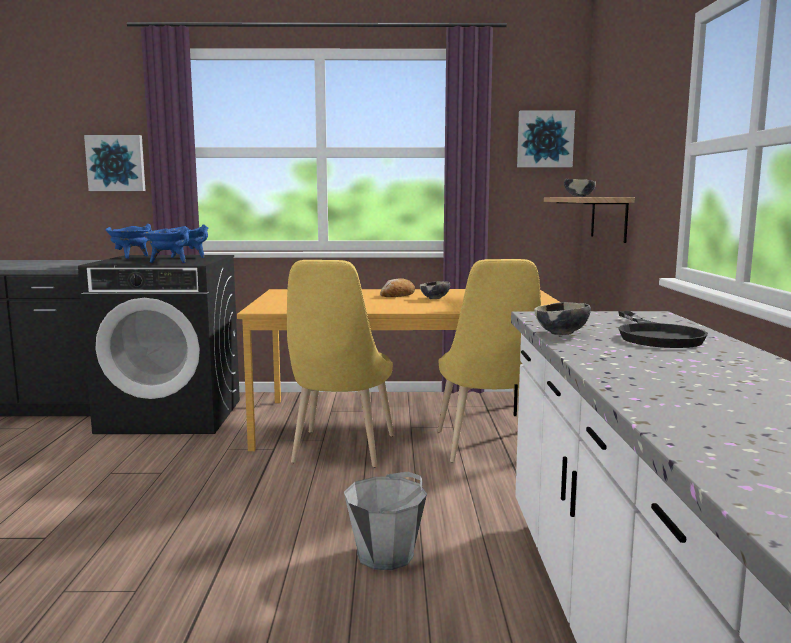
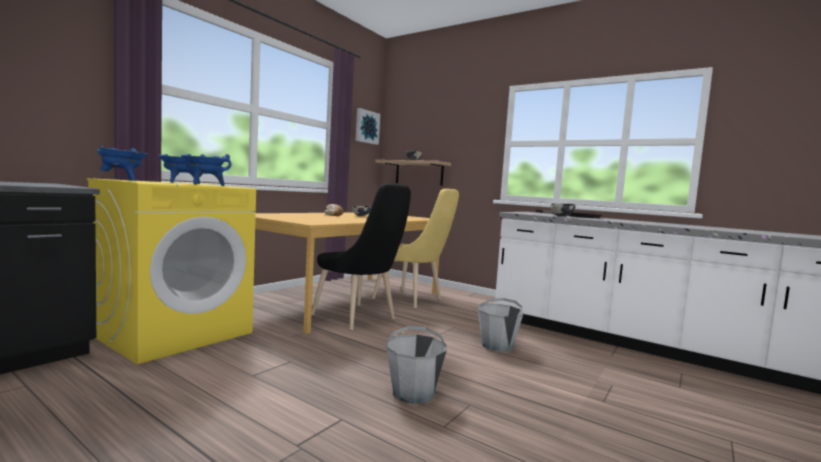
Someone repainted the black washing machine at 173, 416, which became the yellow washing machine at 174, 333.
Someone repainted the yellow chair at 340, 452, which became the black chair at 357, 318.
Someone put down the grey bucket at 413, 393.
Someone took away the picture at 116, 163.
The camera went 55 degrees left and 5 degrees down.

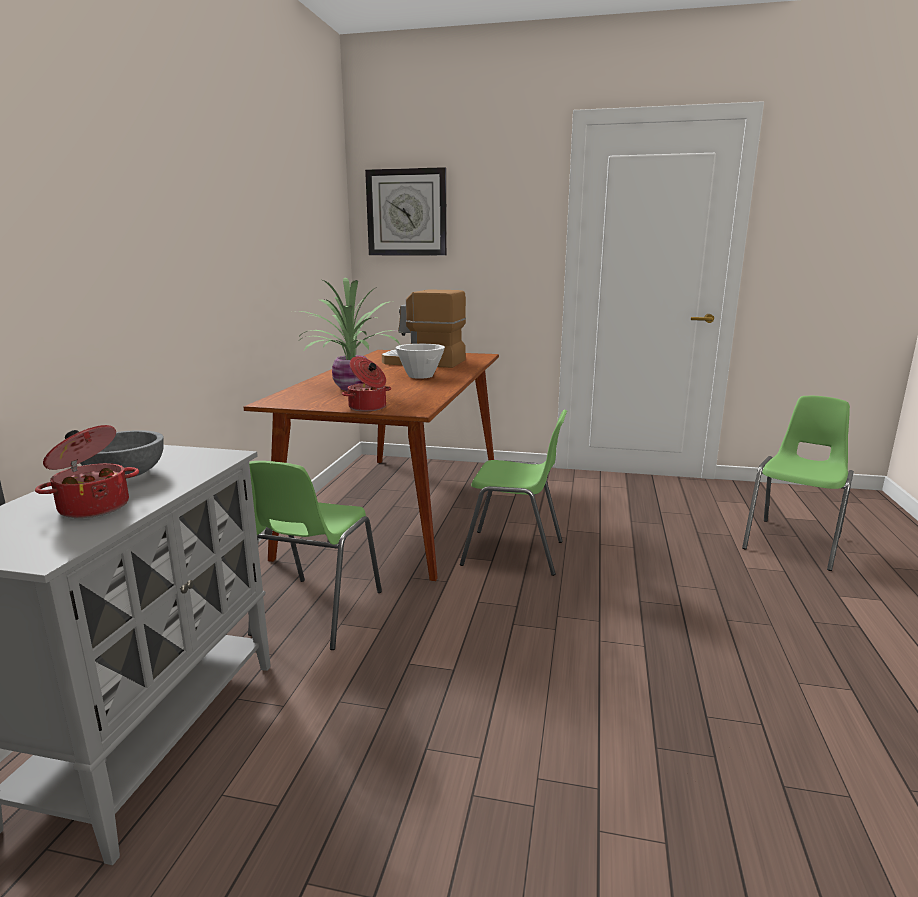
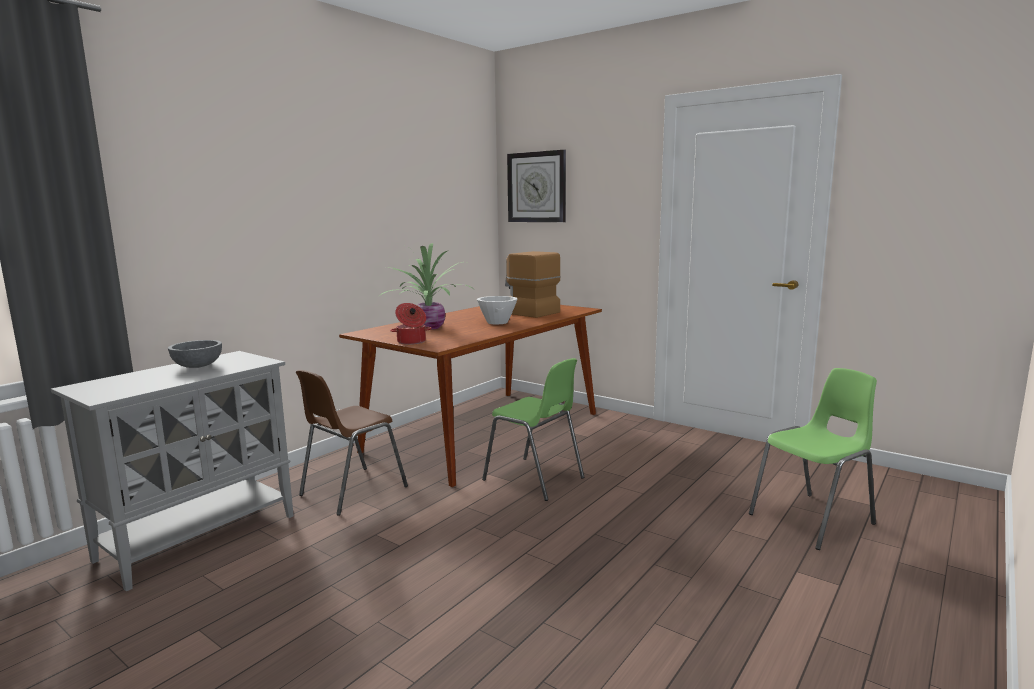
Someone repainted the green chair at 316, 613, which became the brown chair at 352, 491.
Someone took away the cooking pot at 94, 506.
The camera went 25 degrees right and 5 degrees down.

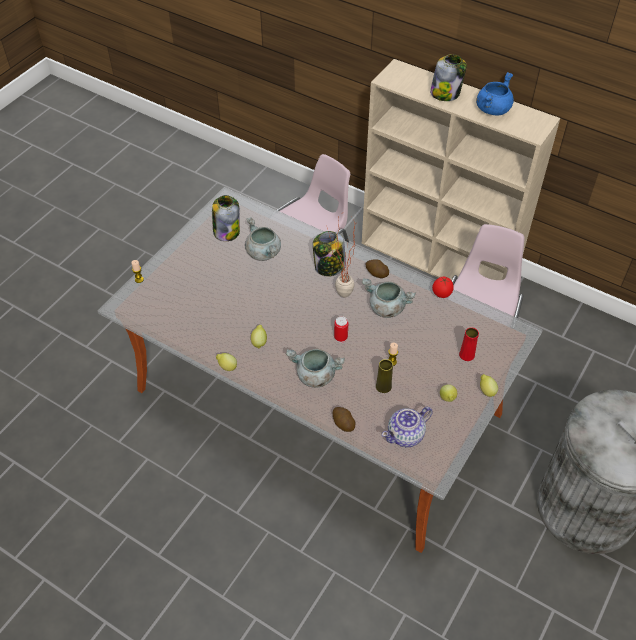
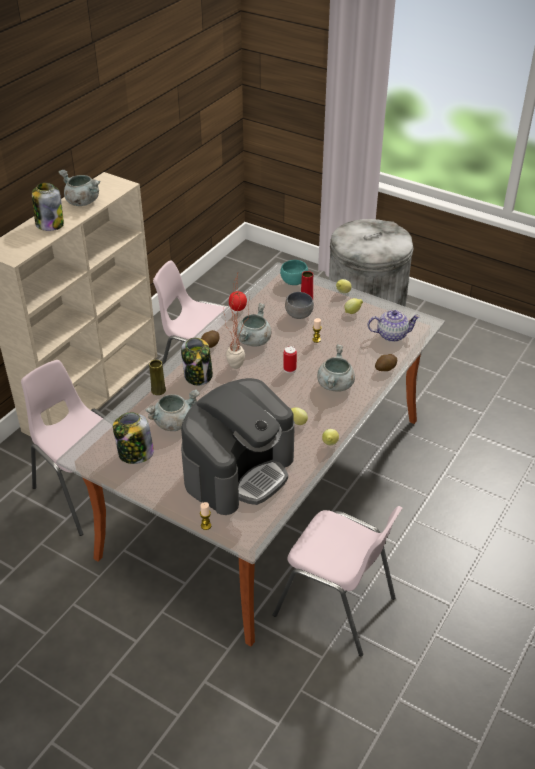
Someone repainted the blue cooking pot at 492, 109, which became the grey cooking pot at 82, 202.
Someone carried the yellow vase from 383, 386 to 158, 390.
Someone put down the coffee machine at 239, 470.
Someone put down the pink chair at 336, 607.
Someone put down the turquoise bowl at 293, 282.
Someone put down the grey bowl at 300, 315.
Someone rotated the teapot at 406, 435 by 60 degrees counterclockwise.
The camera went 90 degrees left and 10 degrees down.

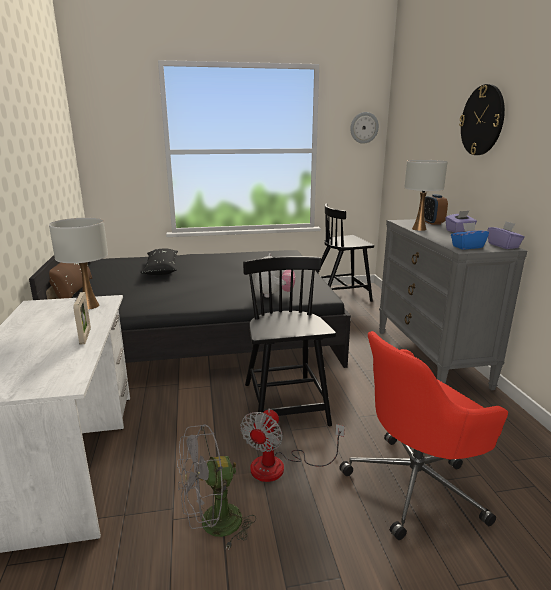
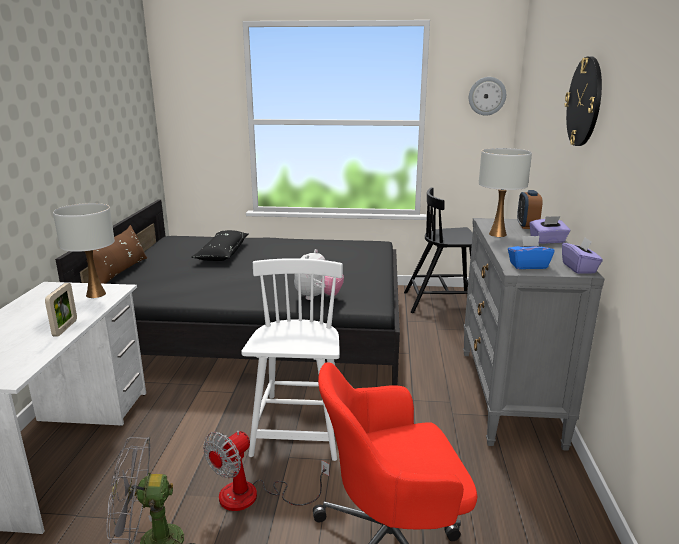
Someone repainted the black chair at 285, 405, which became the white chair at 299, 427.
The camera went 15 degrees right and 0 degrees up.

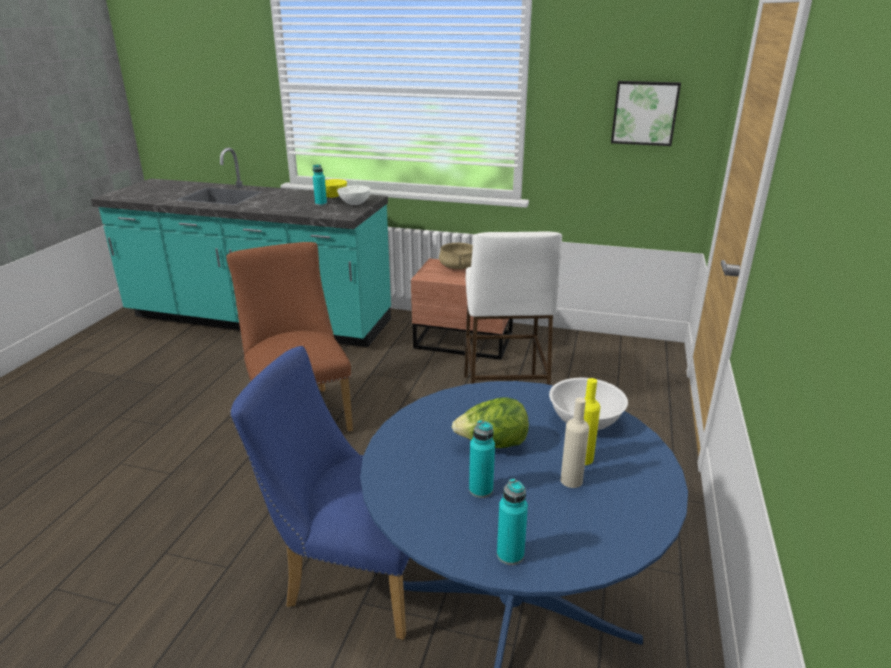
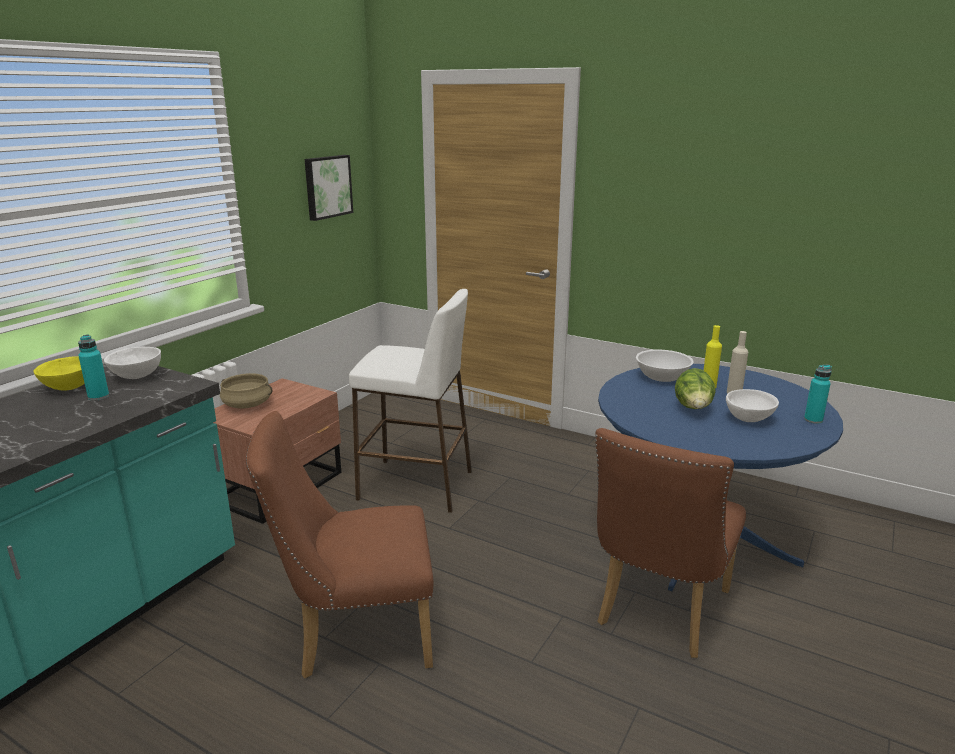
Someone repainted the blue chair at 353, 576, which became the brown chair at 657, 612.
Someone swapped the turquoise bottle at 481, 490 for the white bowl at 749, 419.
The camera went 75 degrees left and 5 degrees down.

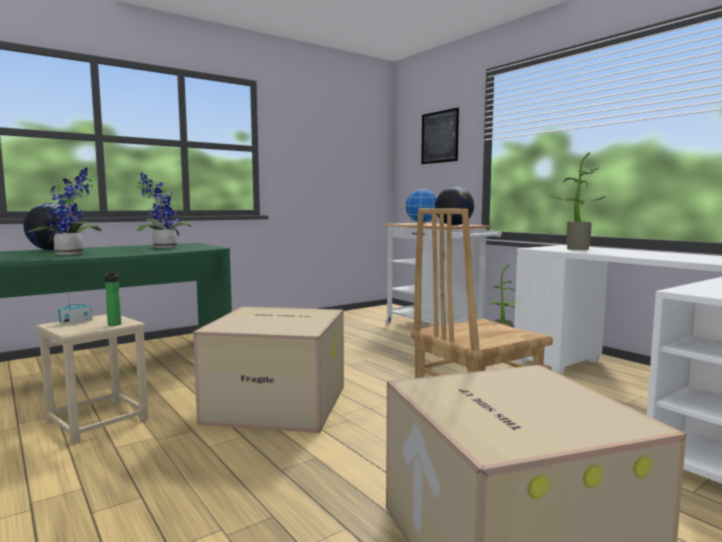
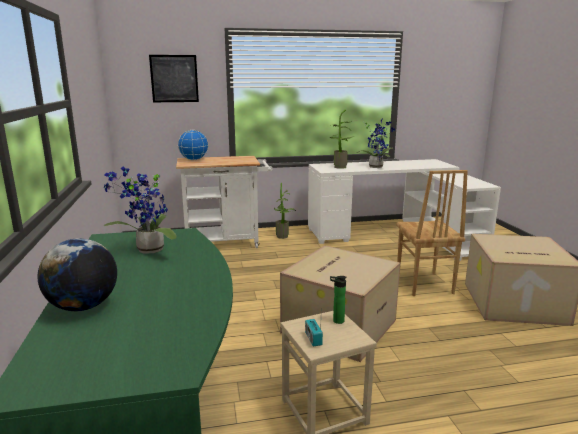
Someone carried the potted plant from 72, 254 to 376, 166.
Someone took away the globe at 453, 225.
The camera went 65 degrees left and 10 degrees up.

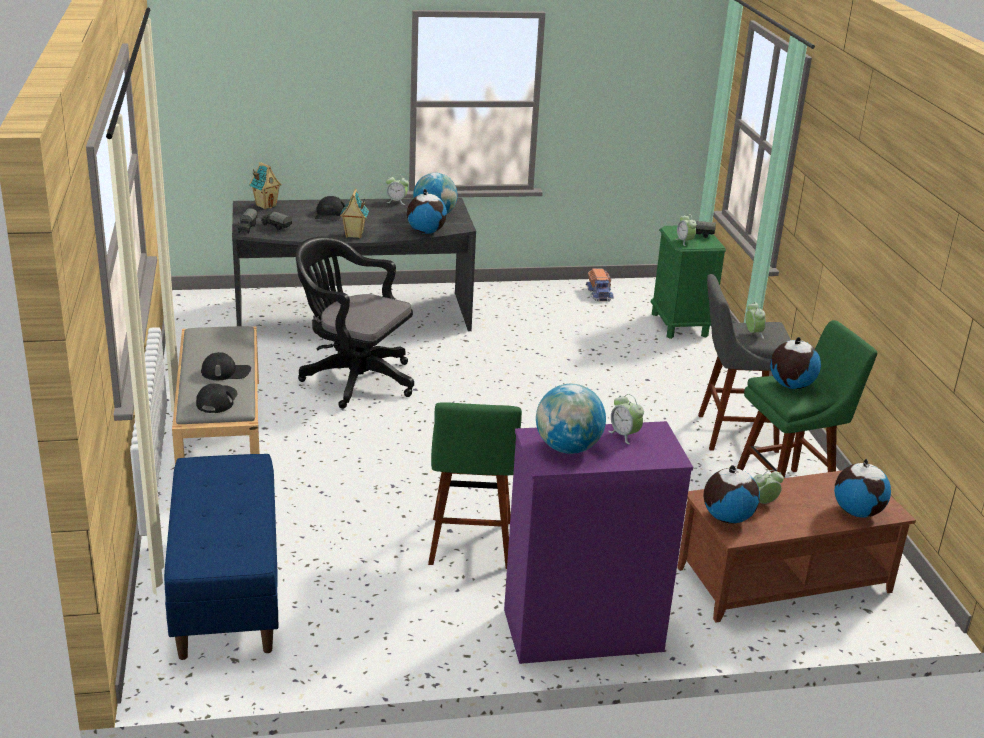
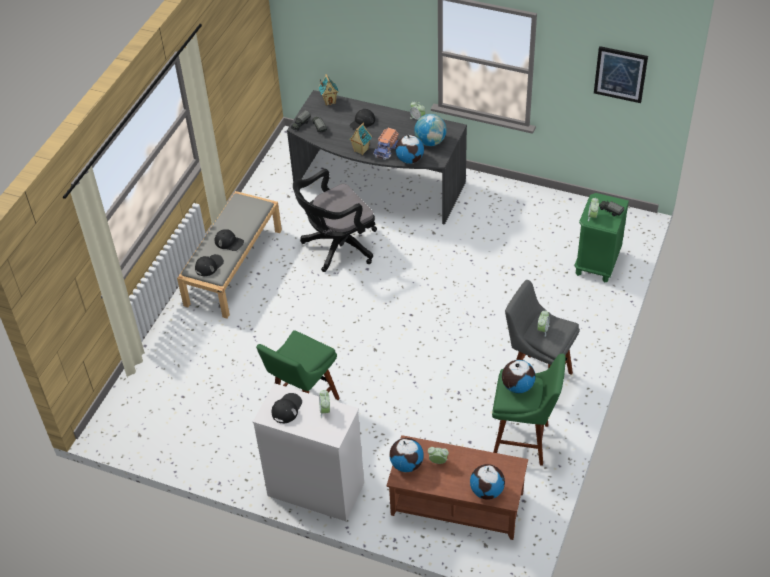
Someone repainted the purple dresser at 581, 630, which became the white dresser at 315, 489.
Someone swapped the globe at 567, 448 for the black cap at 287, 408.
Someone rotated the black office chair at 353, 379 by 90 degrees counterclockwise.
Someone carried the toy truck from 600, 293 to 387, 149.
Someone put up the picture at 620, 74.
Someone took away the blue bench at 226, 590.
The camera went 35 degrees right and 20 degrees up.

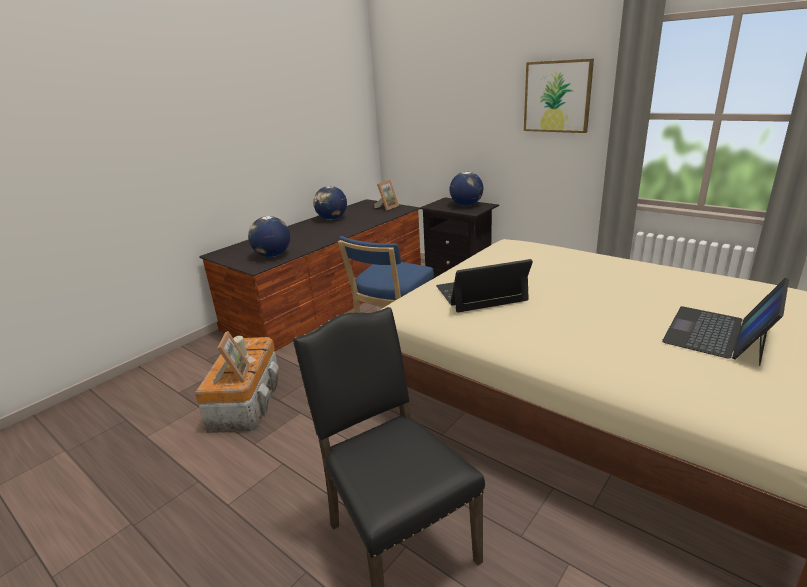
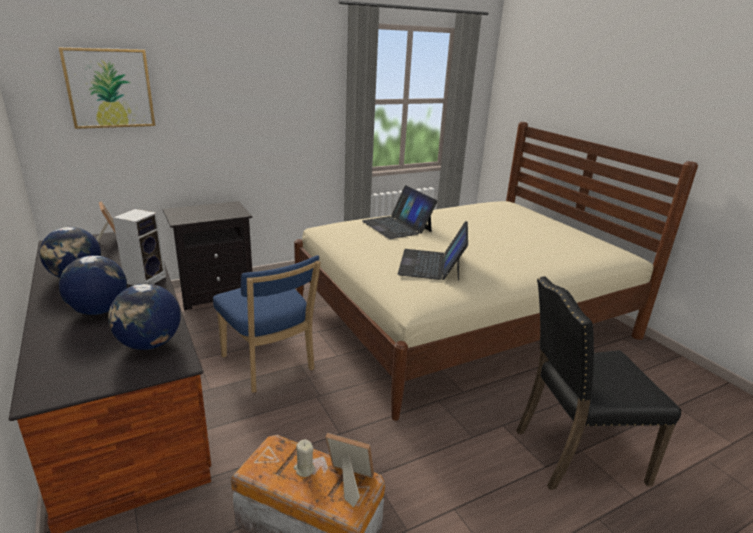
Someone carried the picture from 557, 96 to 109, 88.
Someone carried the globe from 466, 205 to 98, 310.
Someone put down the speaker at 146, 279.
Someone carried the laptop from 719, 334 to 397, 226.
The camera went 70 degrees left and 0 degrees up.

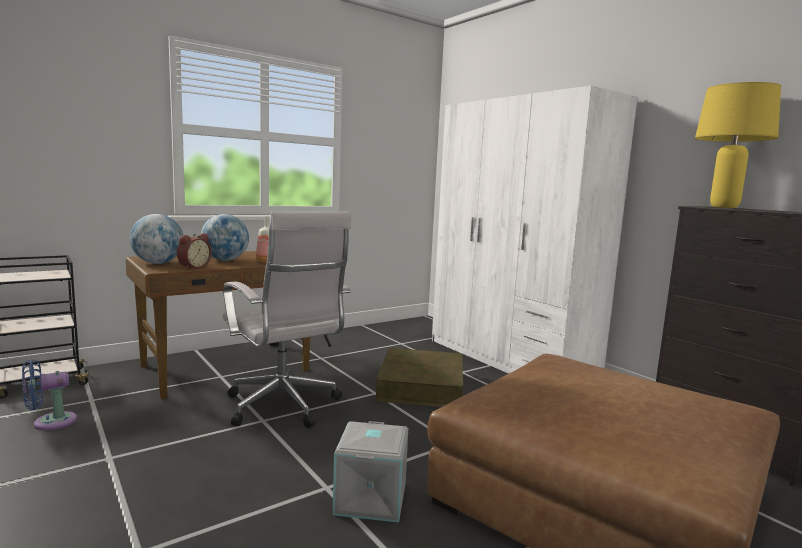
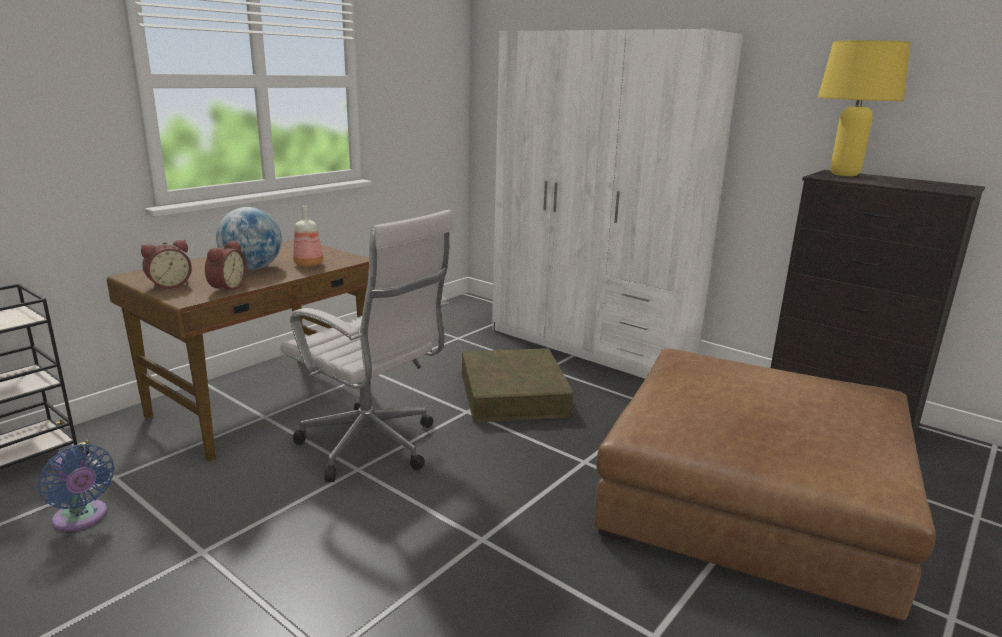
Someone rotated the blue fan at 50, 422 by 90 degrees counterclockwise.
Someone swapped the globe at 158, 263 for the alarm clock at 169, 285.
Someone took away the grey storage box at 372, 499.
The camera went 15 degrees left and 10 degrees up.

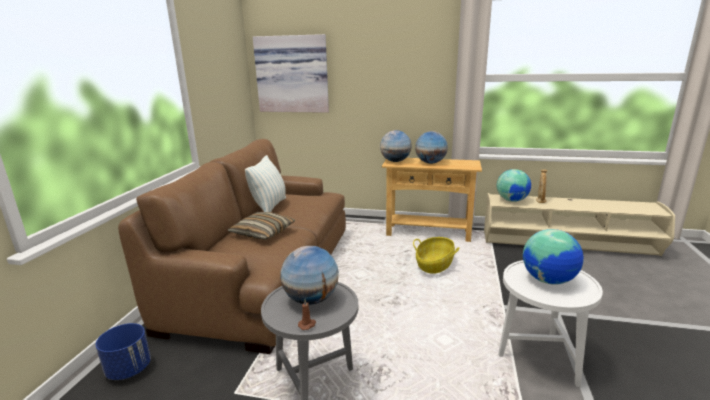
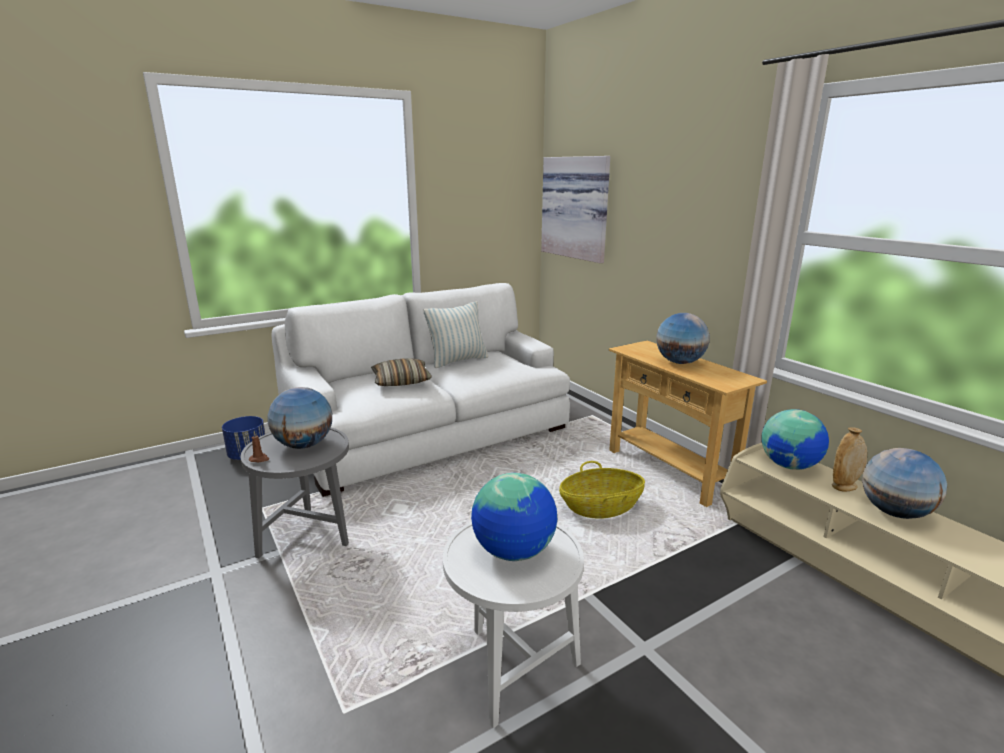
Someone repainted the brown sofa at 265, 274, which became the white sofa at 430, 434.
Someone carried the globe from 395, 161 to 895, 512.
The camera went 45 degrees right and 0 degrees up.

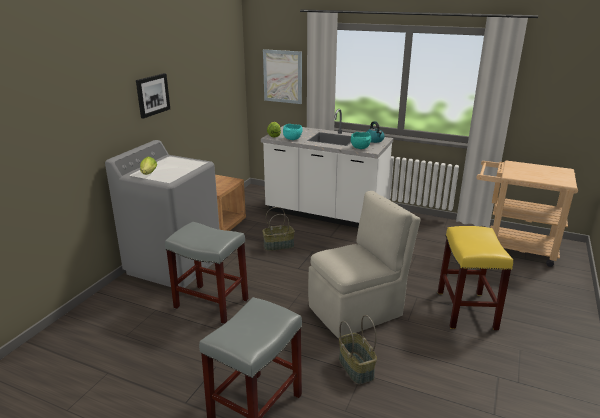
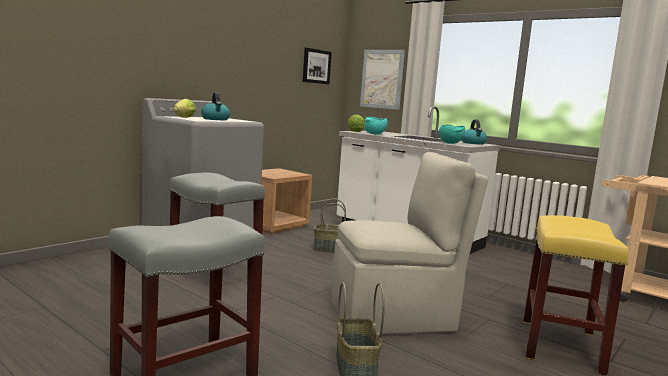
Someone put down the kettle at 215, 119.
Someone carried the picture from 152, 95 to 316, 66.
The camera went 15 degrees right and 15 degrees down.

